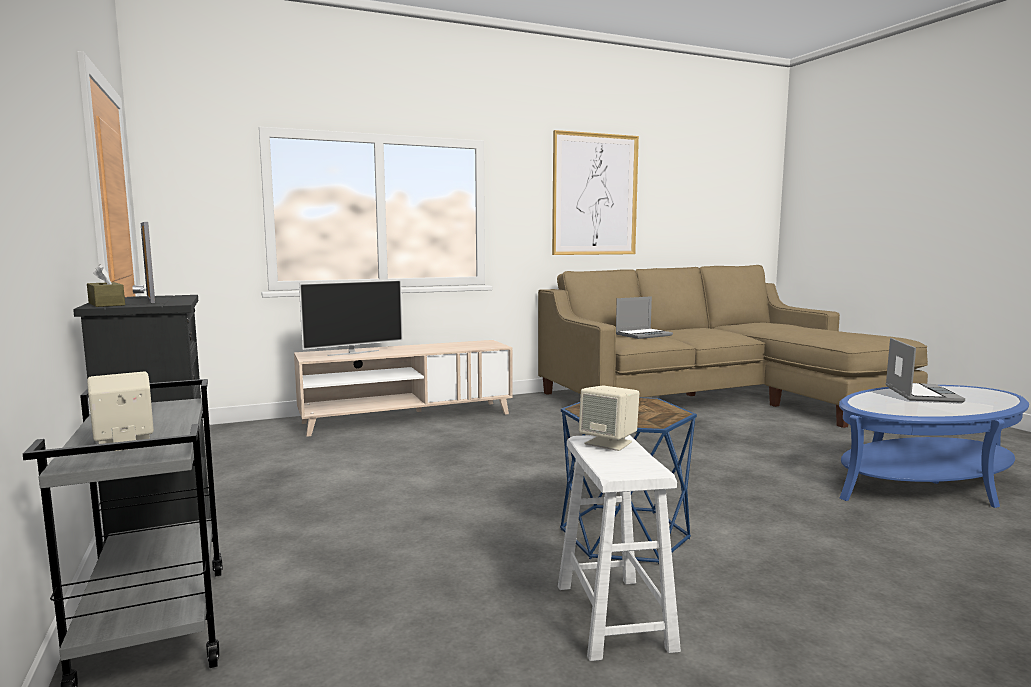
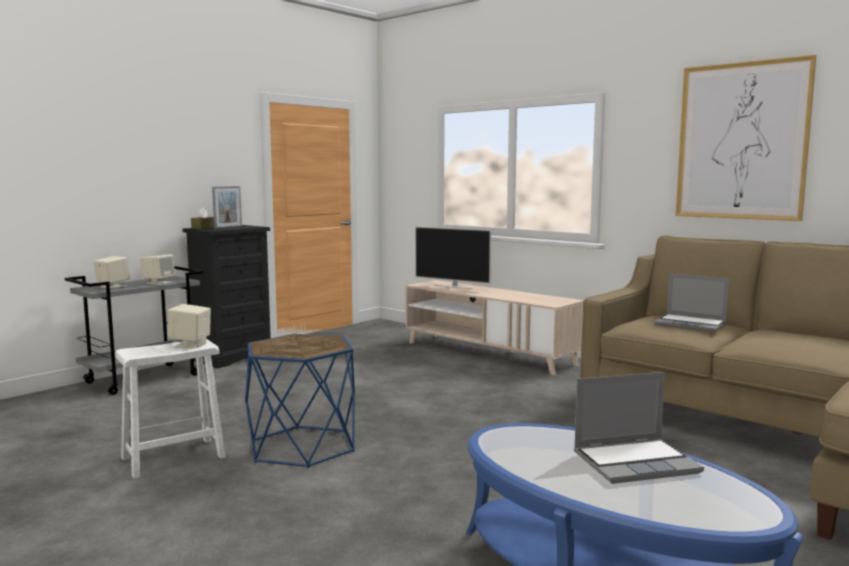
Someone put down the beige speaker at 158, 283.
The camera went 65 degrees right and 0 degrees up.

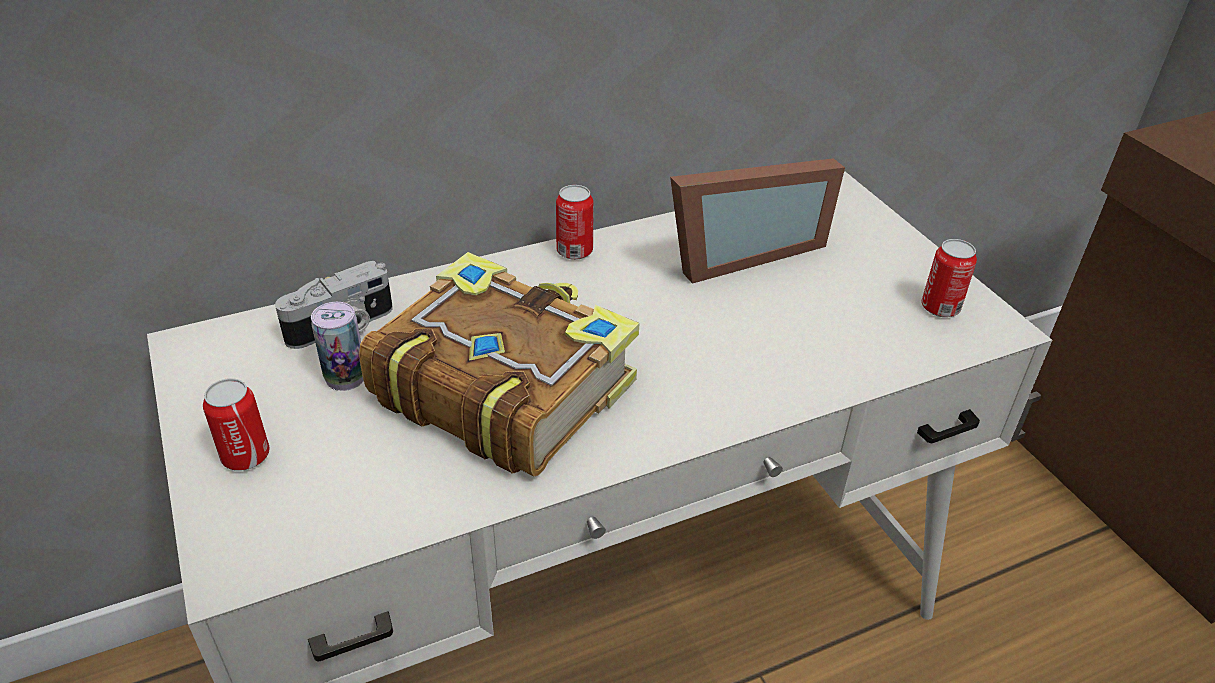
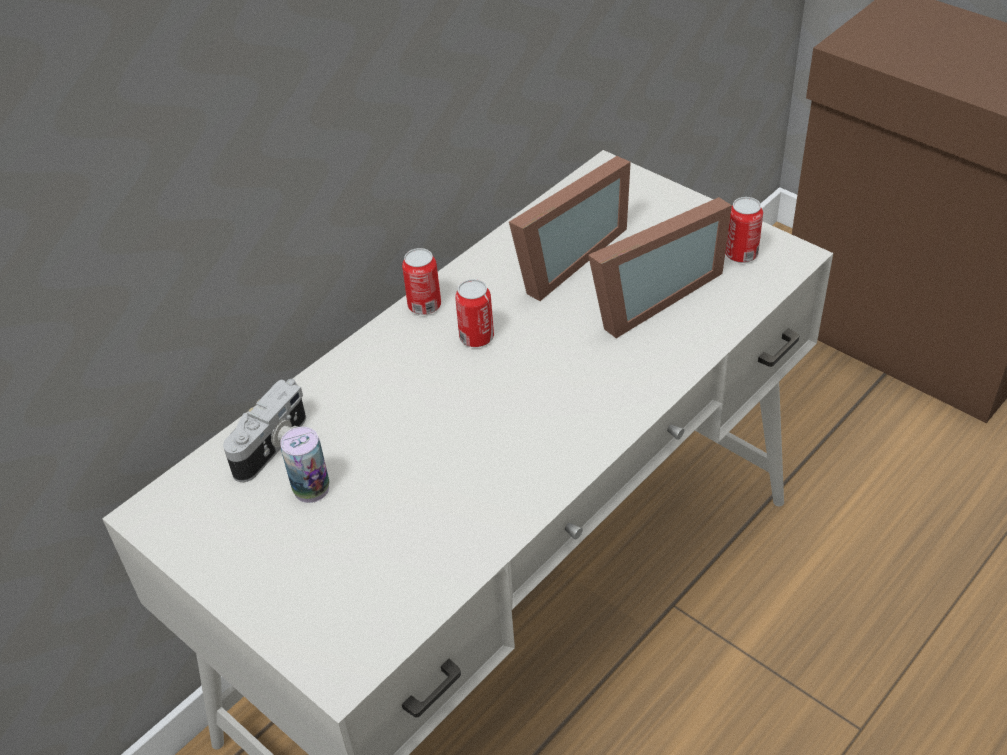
Someone carried the can from 246, 456 to 476, 337.
Someone put down the picture frame at 647, 296.
Someone took away the book at 502, 386.
The camera went 20 degrees left and 5 degrees up.

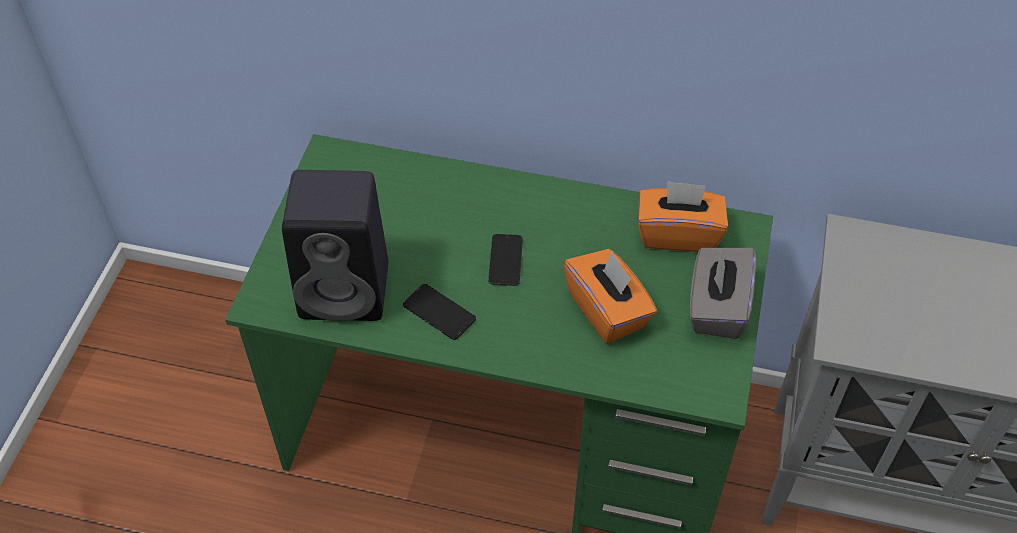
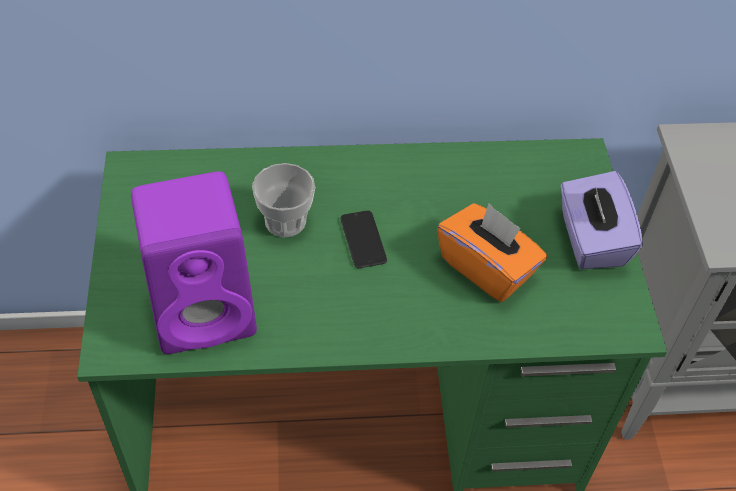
Someone repainted the black speaker at 348, 290, which became the purple speaker at 207, 310.
Someone put down the cup at 285, 221.
Someone repainted the grey tissue box at 717, 308, which became the purple tissue box at 590, 240.
Someone took away the phone at 439, 312.
Someone took away the orange tissue box at 678, 234.
The camera went 20 degrees left and 0 degrees up.

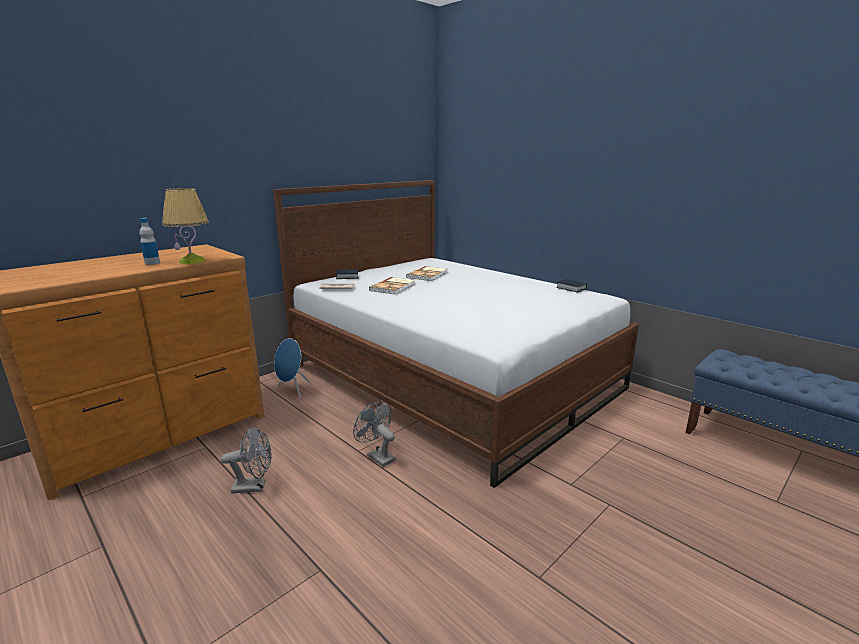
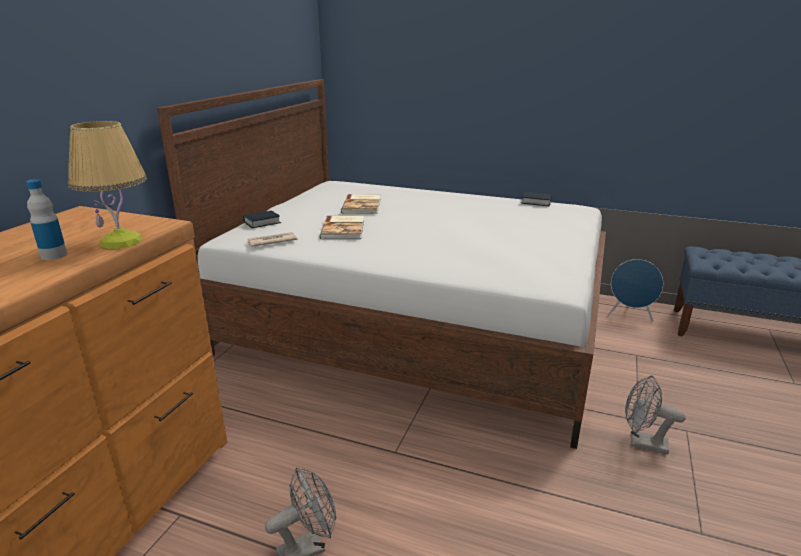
Someone carried the blue speaker from 292, 390 to 630, 316.
Someone carried the grey fan from 377, 456 to 642, 443.
The camera went 25 degrees left and 5 degrees up.

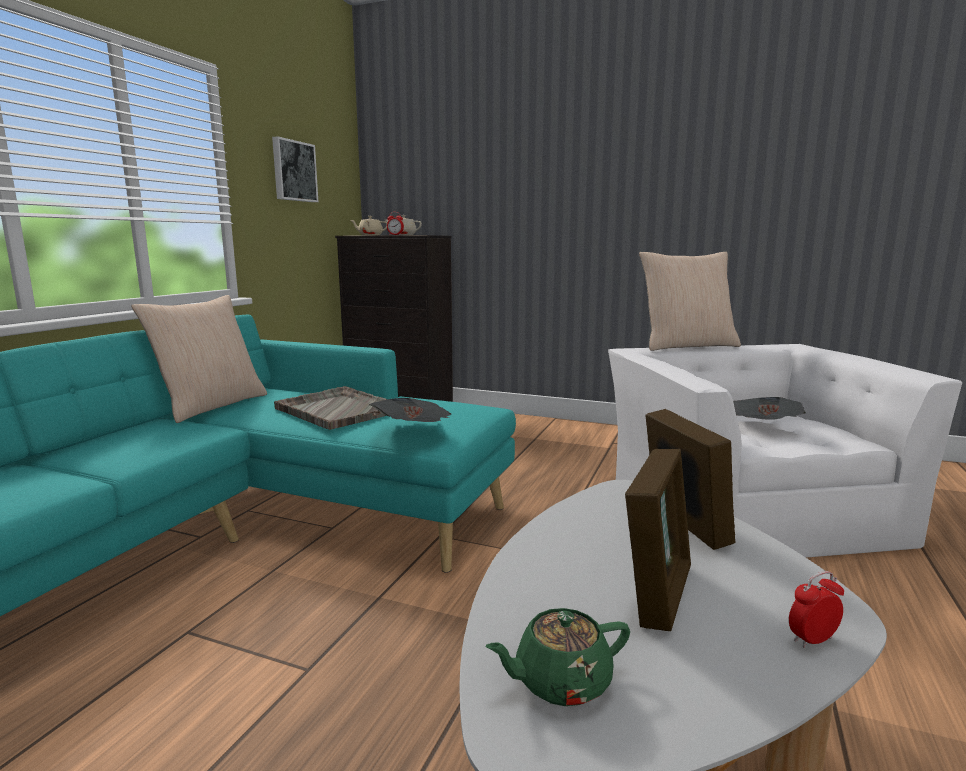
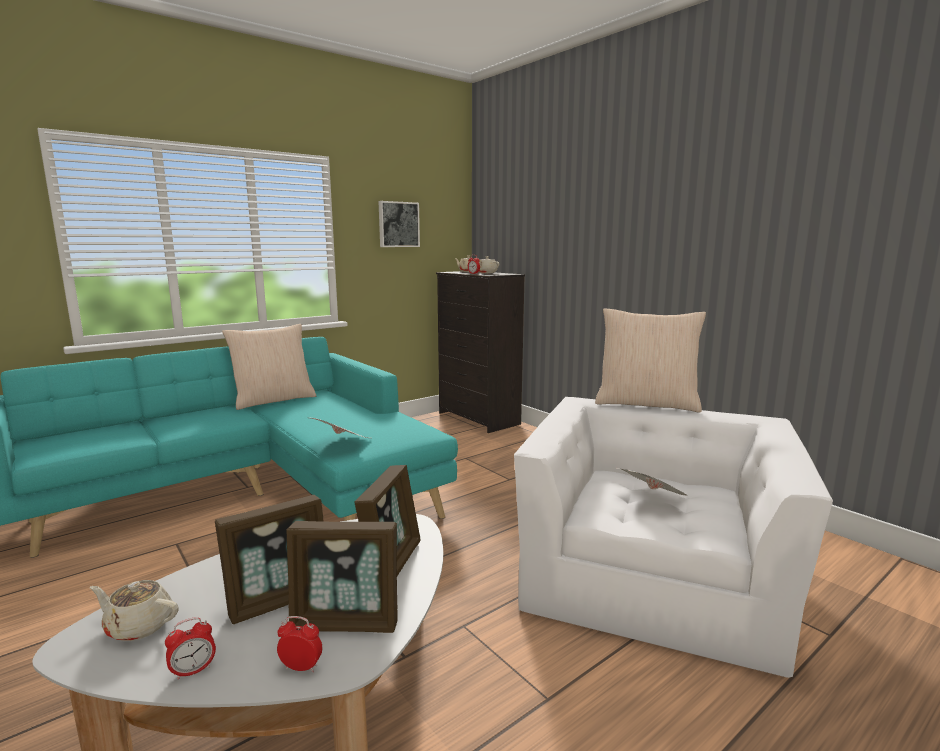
Someone repainted the green teapot at 560, 682, which became the beige teapot at 138, 626.
Someone put down the alarm clock at 193, 671.
Someone put down the picture frame at 346, 622.
Someone took away the grey tray at 337, 409.
The camera went 30 degrees right and 0 degrees up.

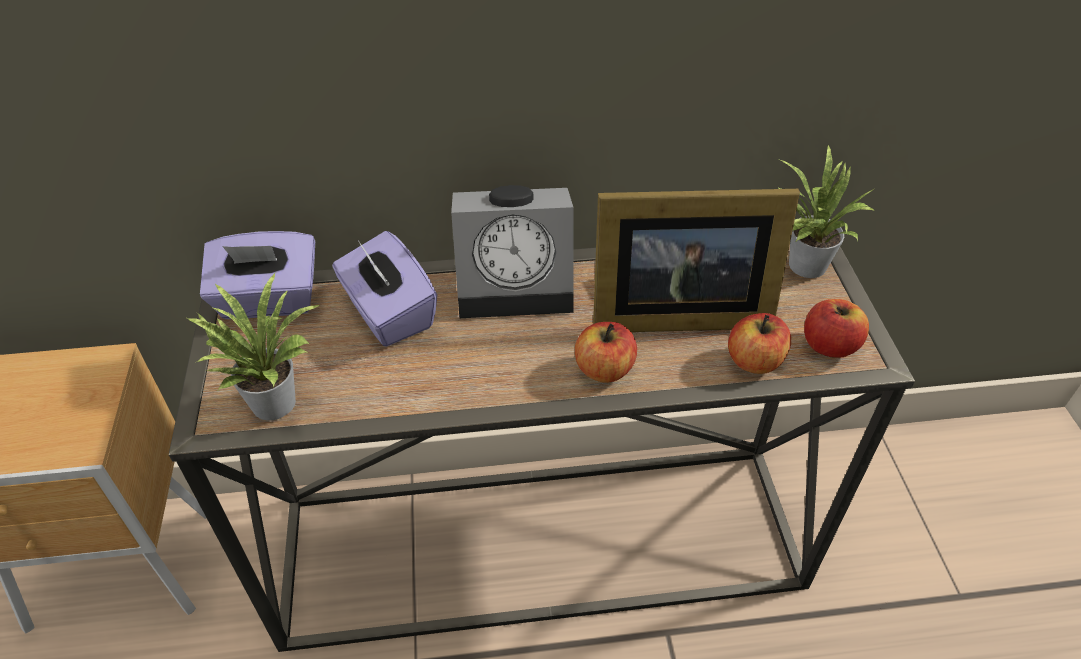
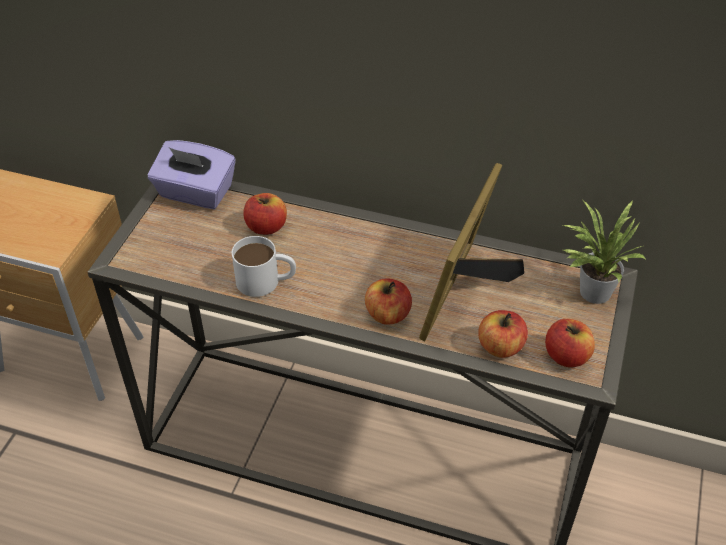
Someone put down the white mug at 266, 281.
Someone swapped the purple tissue box at 388, 313 for the apple at 266, 227.
Someone rotated the picture frame at 673, 312 by 90 degrees clockwise.
Someone took away the potted plant at 272, 398.
Someone took away the alarm clock at 518, 284.
The camera went 25 degrees right and 0 degrees up.

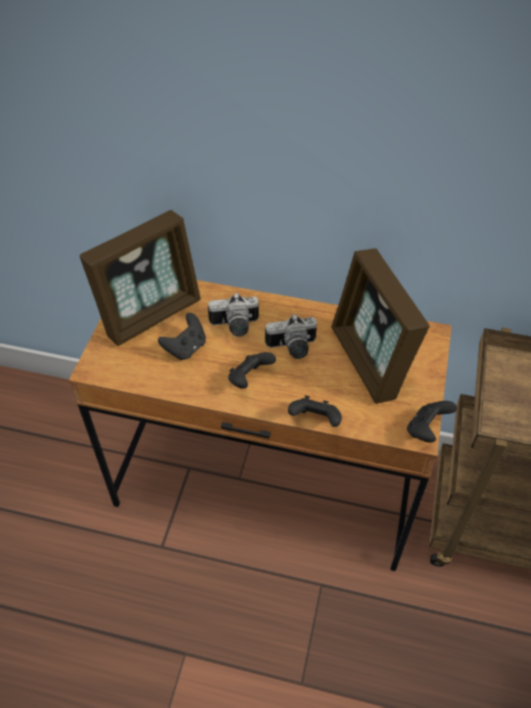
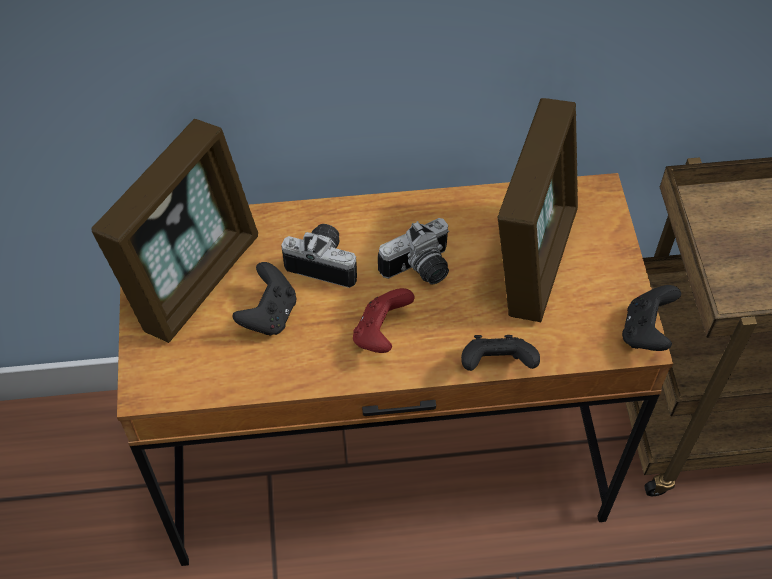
Someone rotated the photo camera at 235, 326 by 135 degrees counterclockwise.
Someone repainted the black game controller at 249, 379, which became the red game controller at 381, 333.
Someone rotated the picture frame at 369, 361 by 120 degrees counterclockwise.
The camera went 20 degrees left and 5 degrees up.

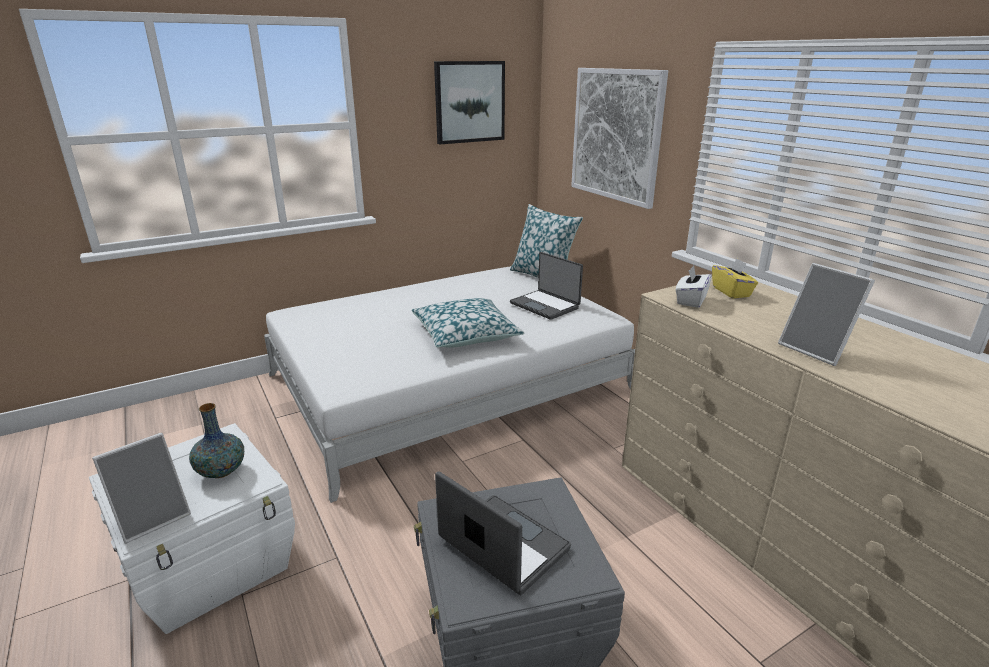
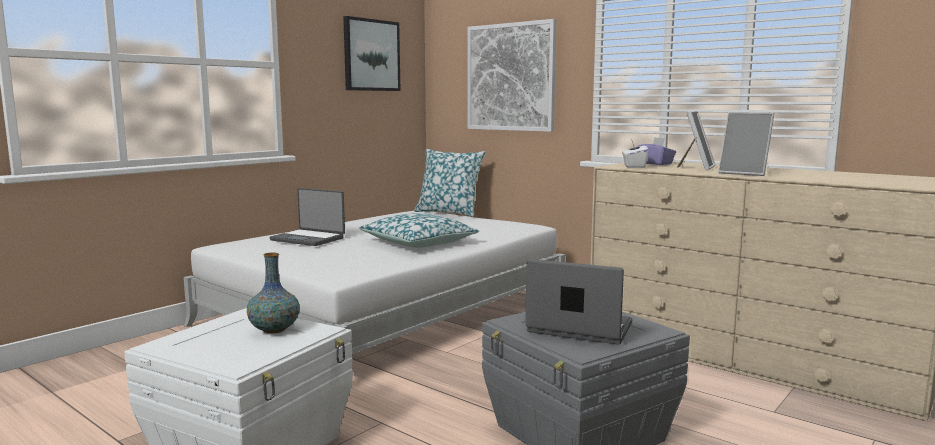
Someone carried the laptop from 545, 305 to 308, 239.
Someone repainted the yellow tissue box at 731, 292, which became the purple tissue box at 656, 164.
Someone carried the picture frame from 154, 517 to 696, 168.
The camera went 20 degrees left and 15 degrees down.

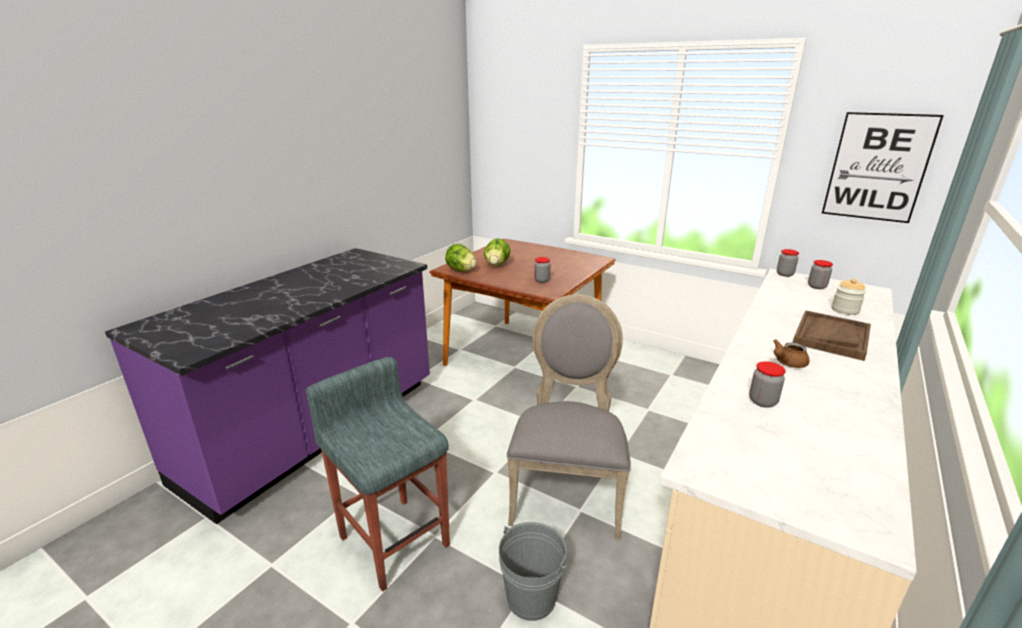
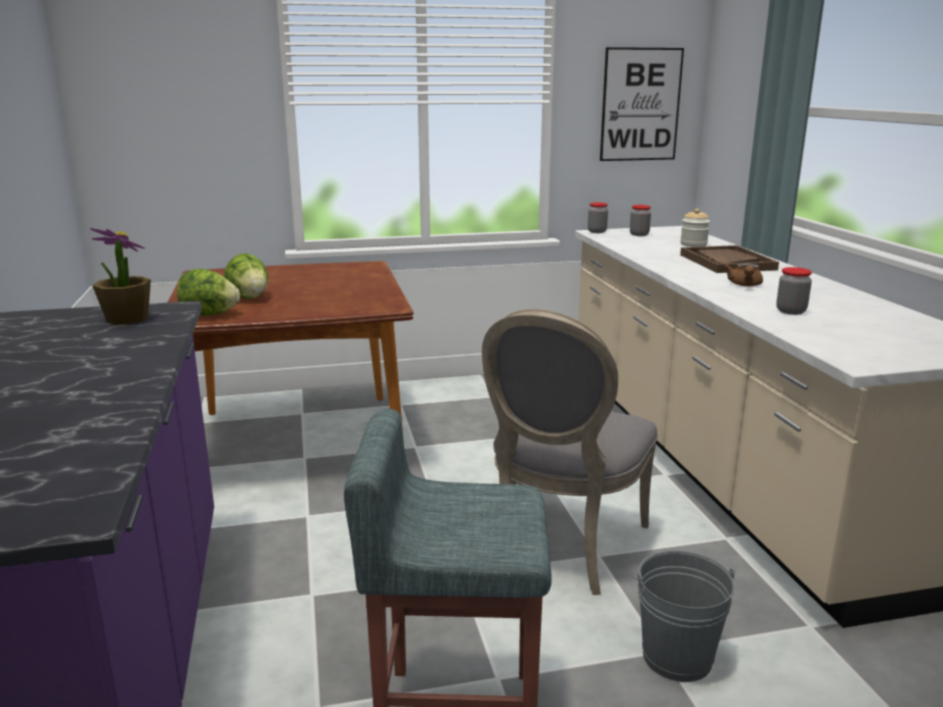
Someone put down the potted plant at 127, 319.
Someone rotated the grey chair at 567, 490 by 120 degrees counterclockwise.
Someone took away the jar at 542, 280.
The camera went 45 degrees left and 5 degrees down.

